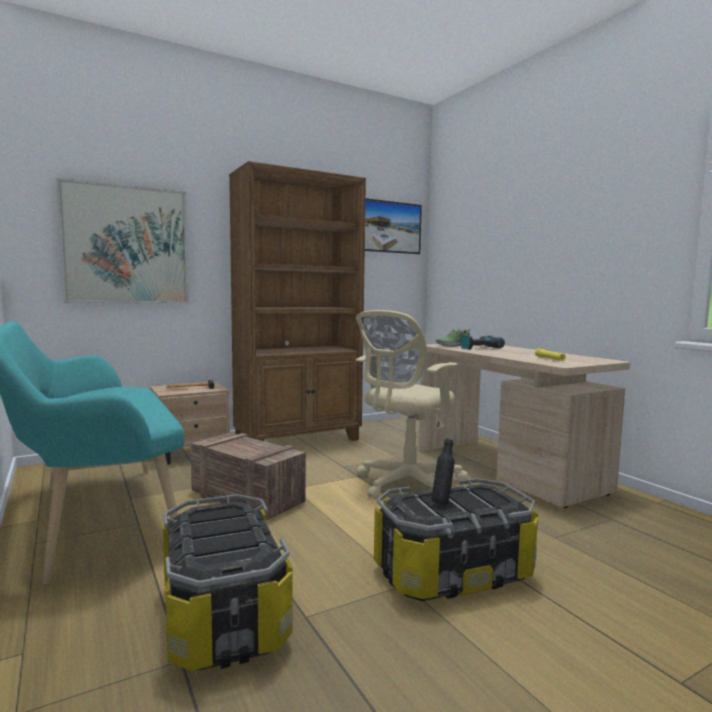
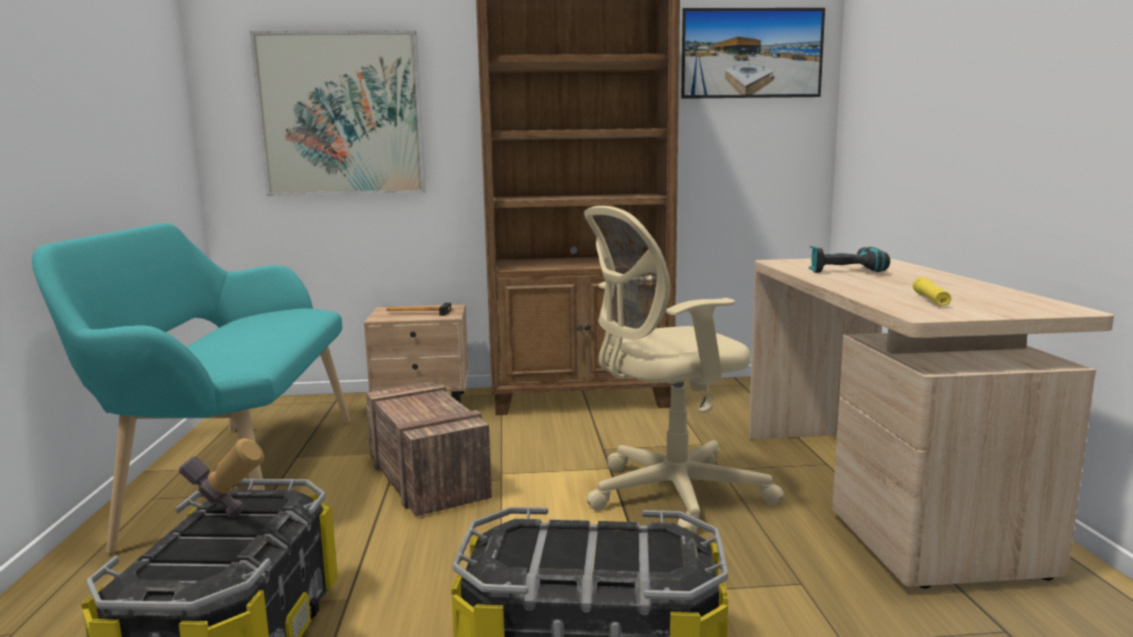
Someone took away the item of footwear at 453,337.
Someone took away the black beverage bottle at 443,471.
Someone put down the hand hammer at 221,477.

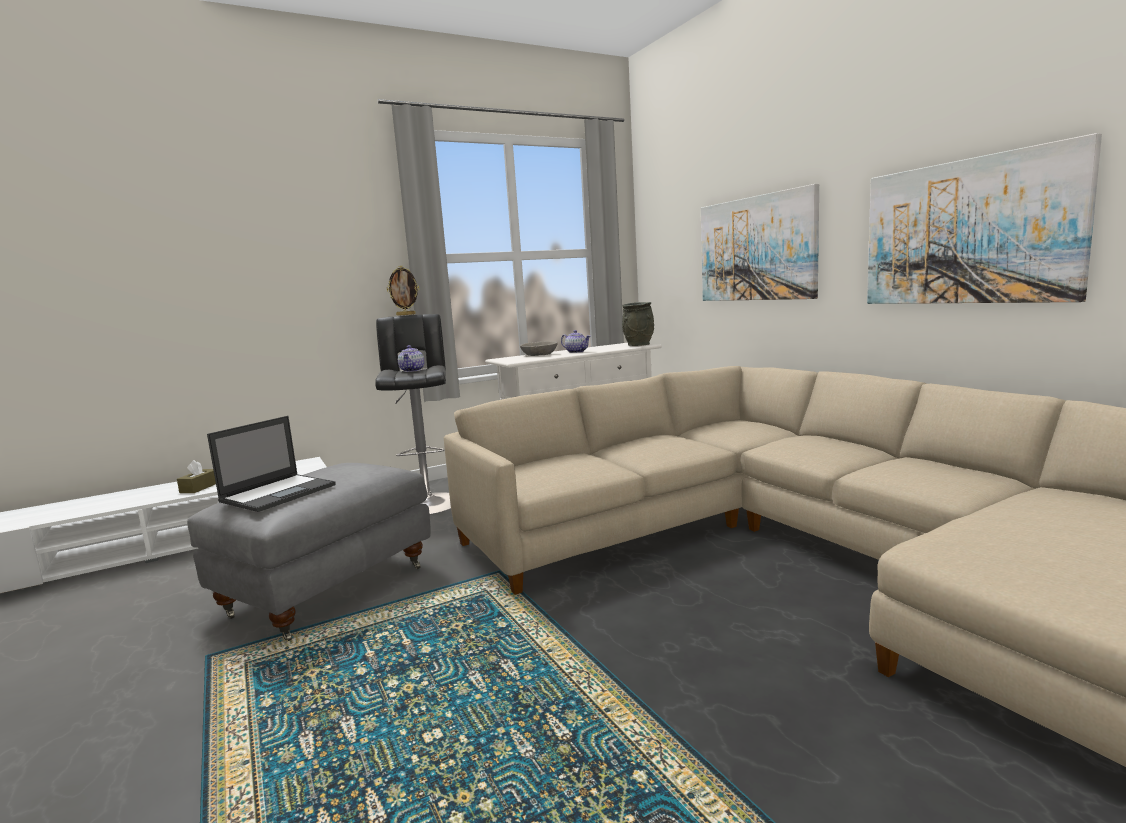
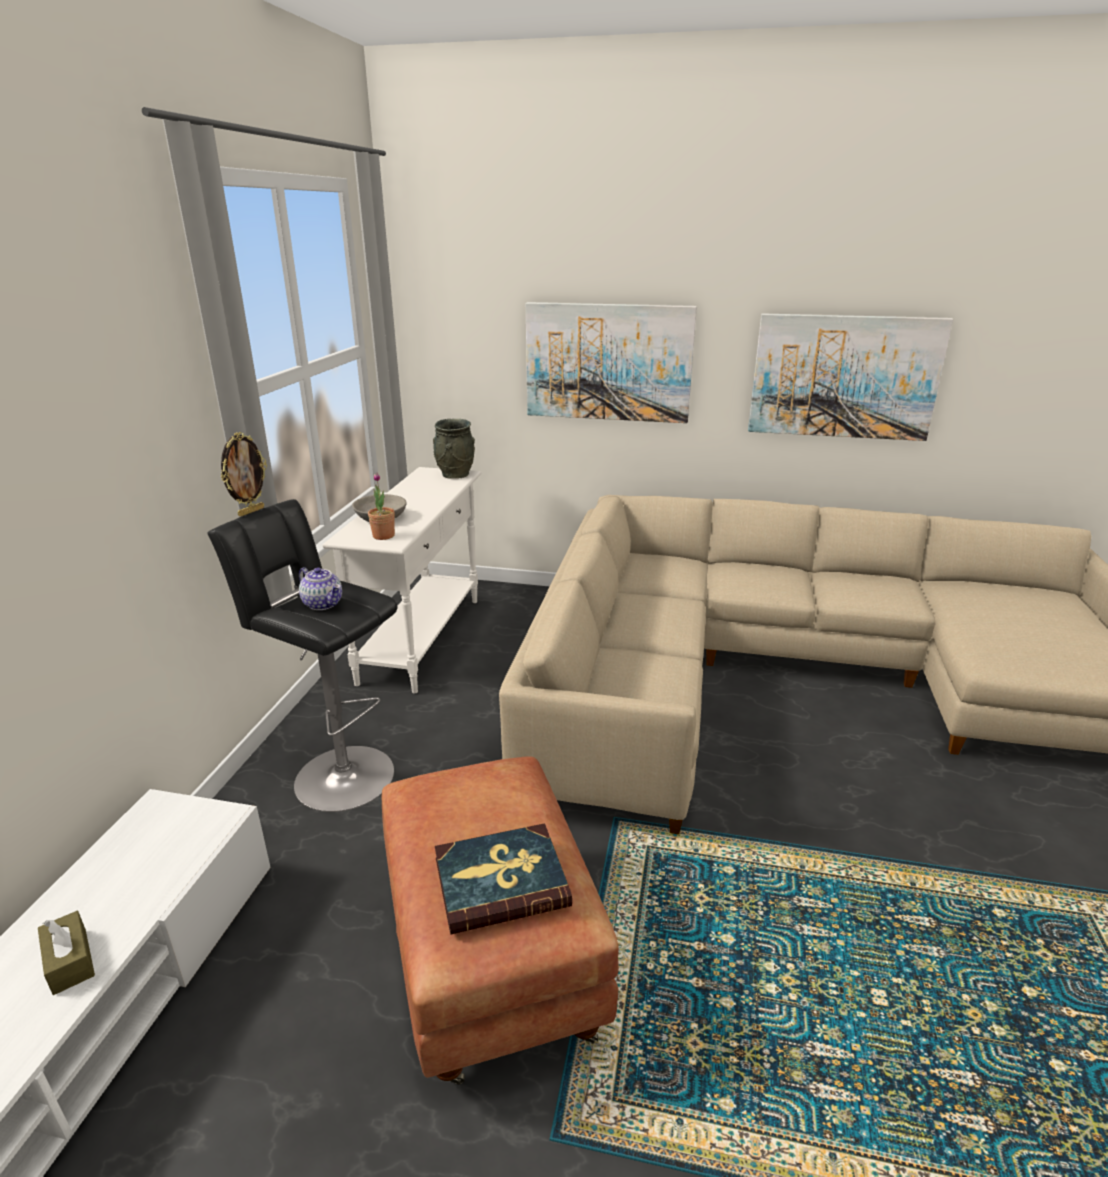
Someone took away the tea pot at 576,341.
Someone swapped the notebook computer at 271,464 for the book at 503,879.
Someone repainted the greyish ottoman at 309,552, which became the brown-coloured ottoman at 500,920.
Someone put down the plant in a pot at 381,506.

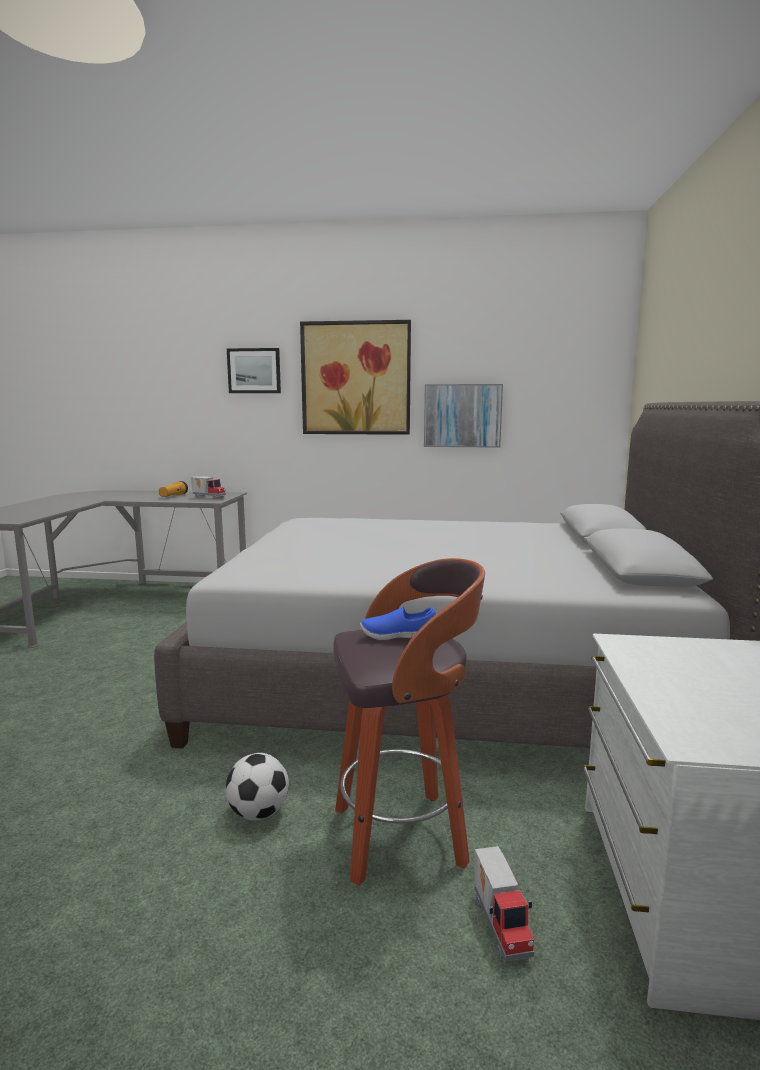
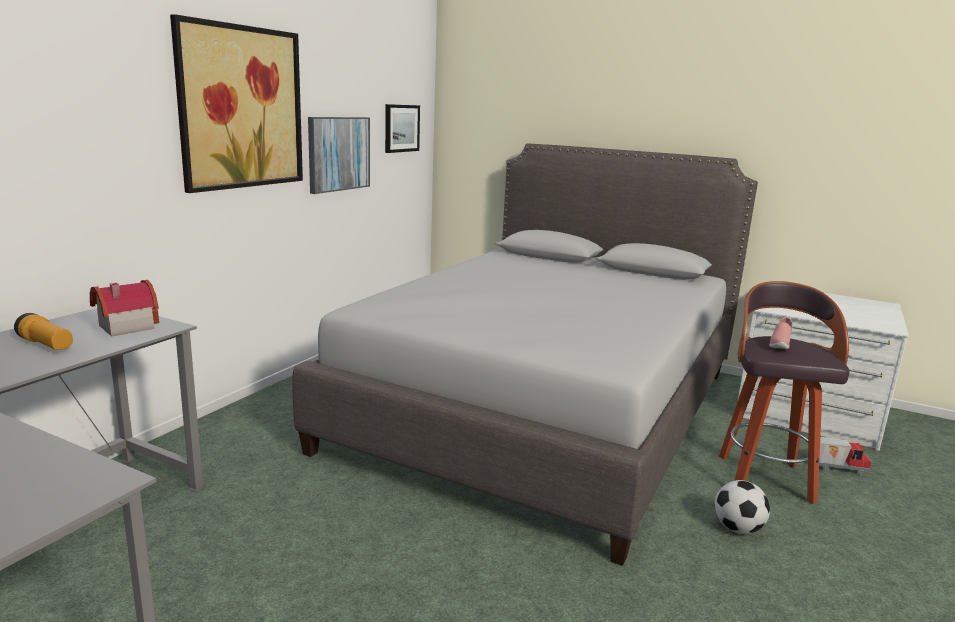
Someone carried the wall picture from 254,370 to 402,128.
Someone swapped the toy lorry at 208,488 for the miniature house at 124,308.
Someone repainted the bluish item of footwear at 398,623, which became the pinkish item of footwear at 781,333.

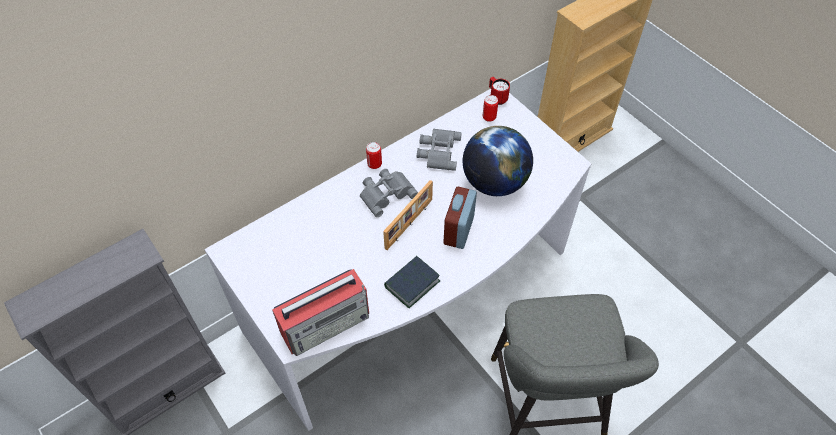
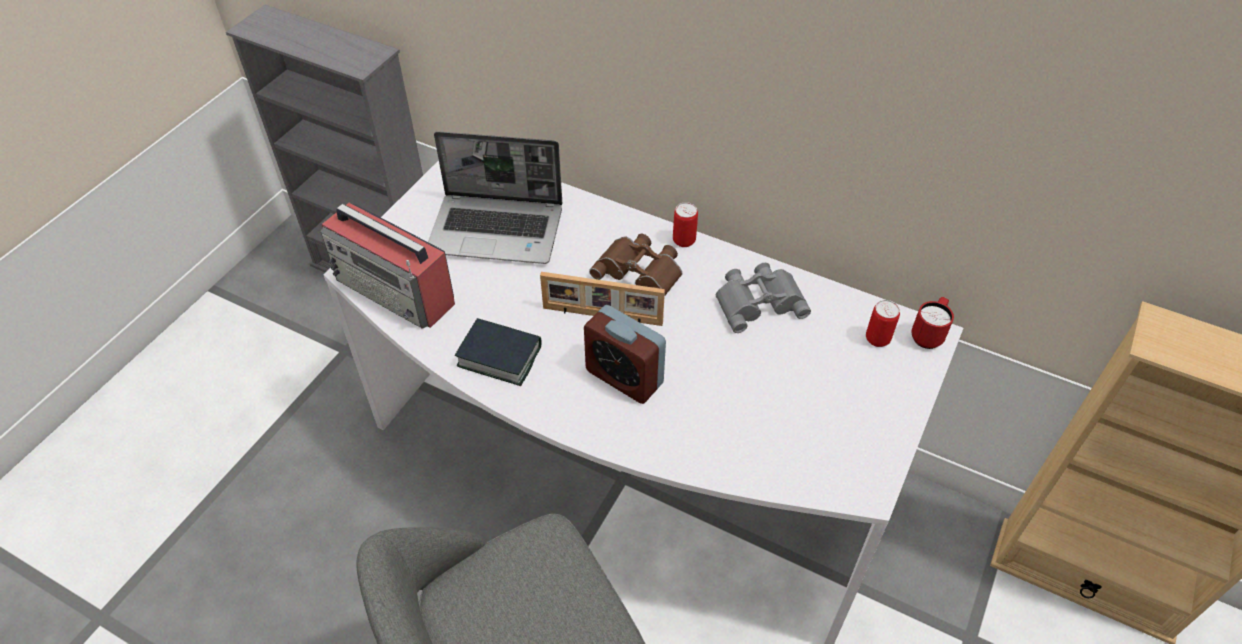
Someone took away the world globe at 498,161.
Someone repainted the greyish pair of binoculars at 389,193, which became the brown-coloured pair of binoculars at 635,265.
Someone rotated the alarm clock at 460,218 by 135 degrees counterclockwise.
Someone put down the notebook computer at 495,197.

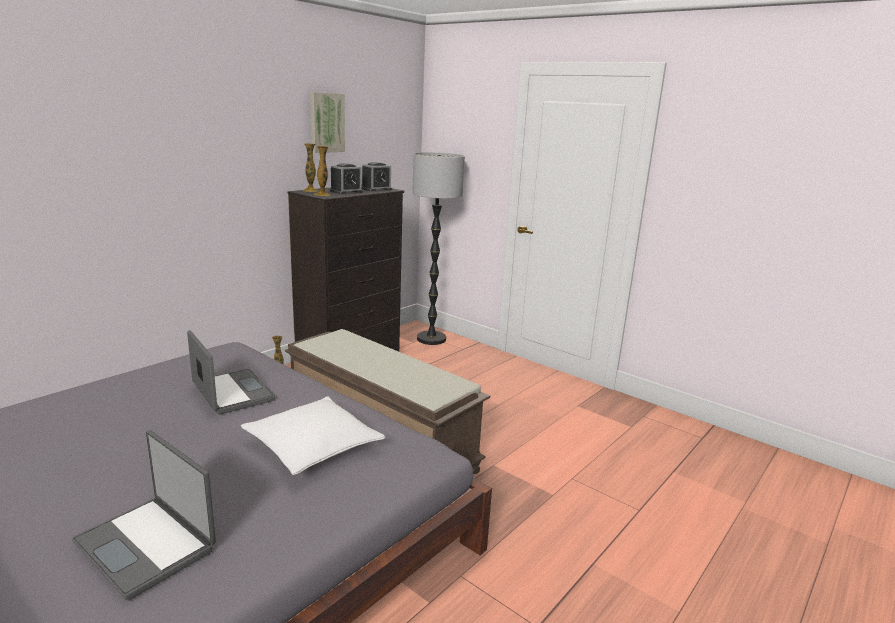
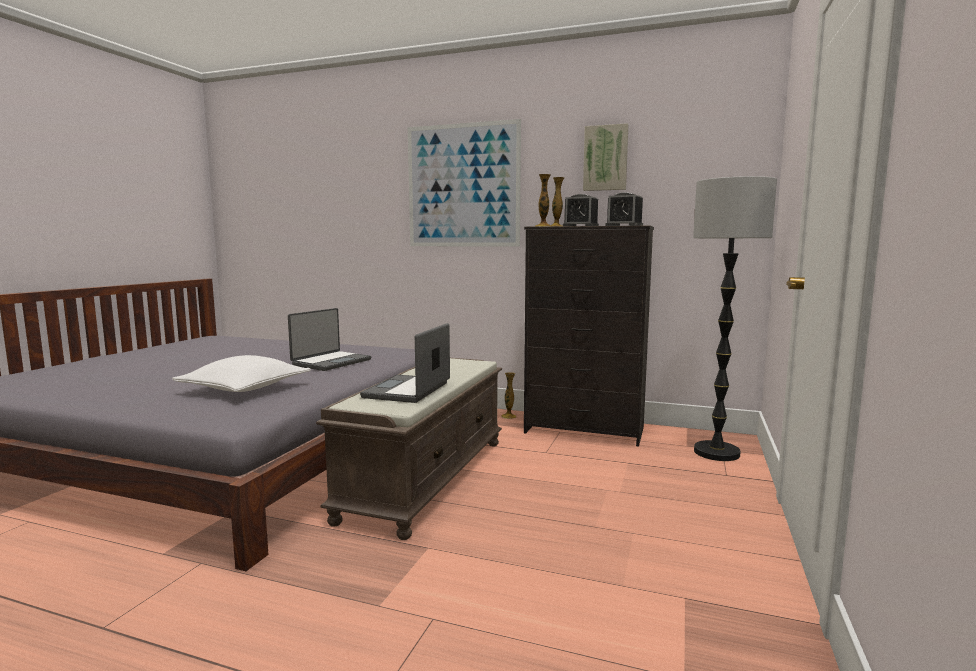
Someone carried the notebook computer from 144,515 to 405,363.
Someone put up the wall picture at 464,183.

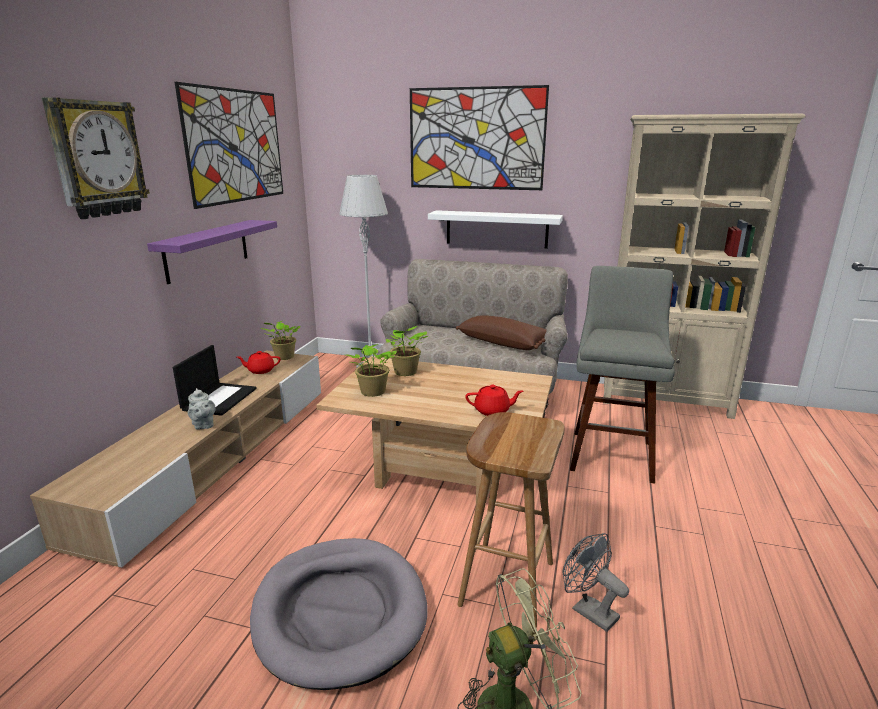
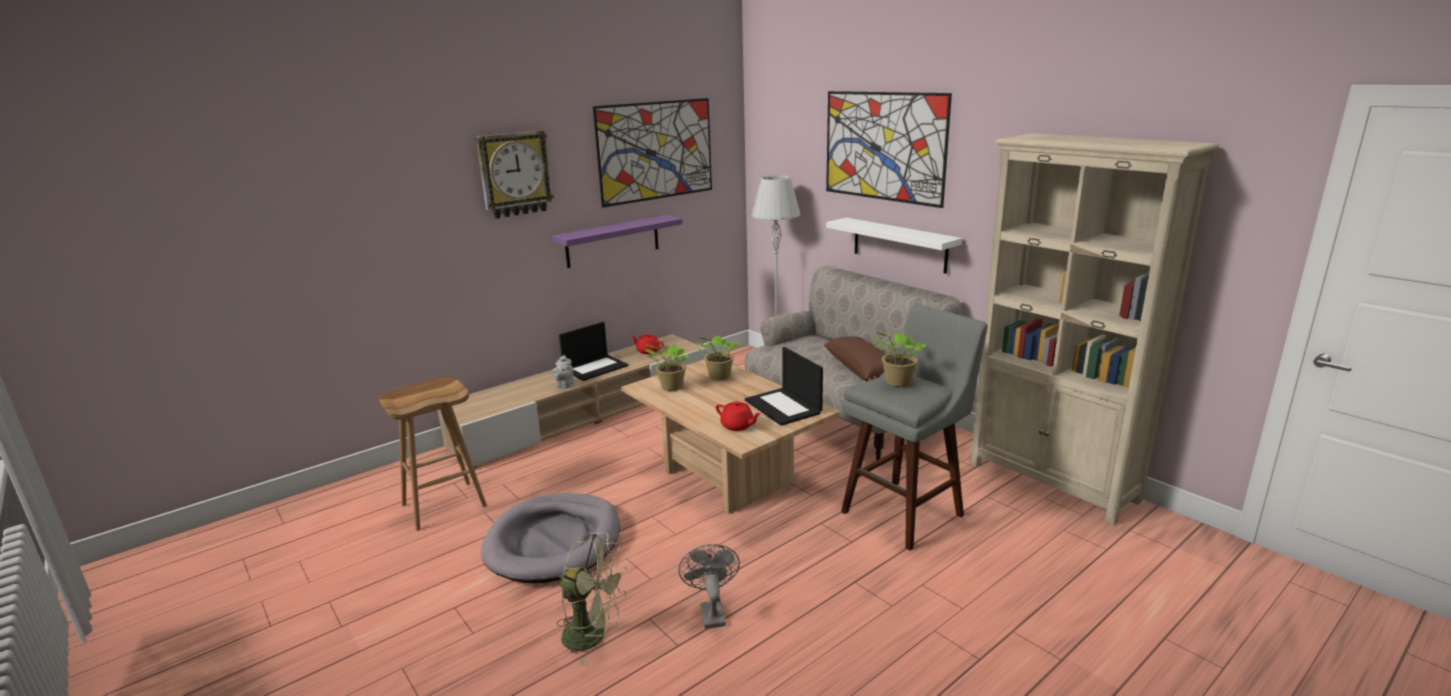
Someone carried the plant in a pot from 280,340 to 898,359.
Someone carried the brown-coloured sitting stool from 511,519 to 433,454.
Someone put down the notebook computer at 784,386.

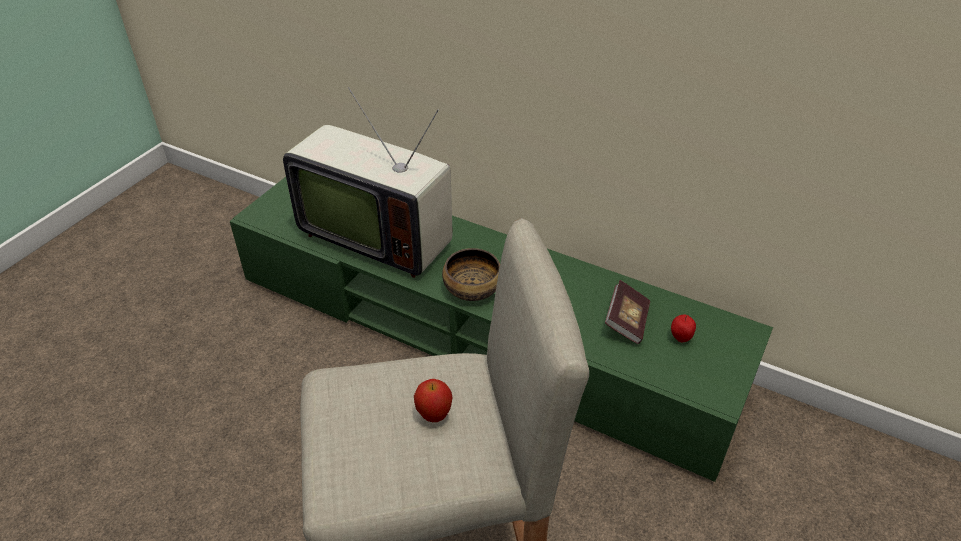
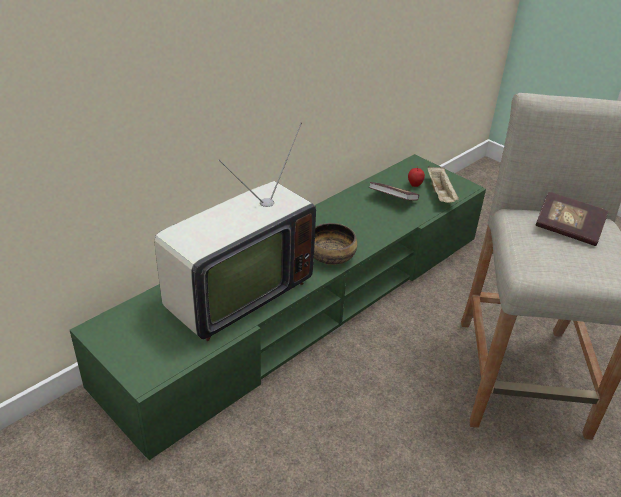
Someone swapped the apple at 433,400 for the book at 572,219.
Someone put down the sand-coloured serving tray at 443,184.

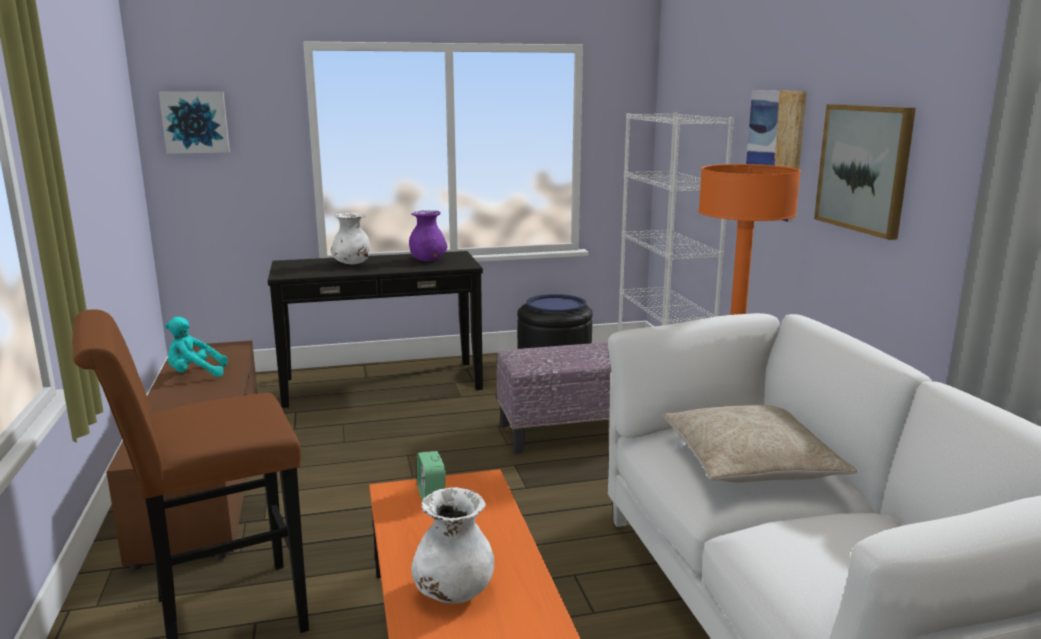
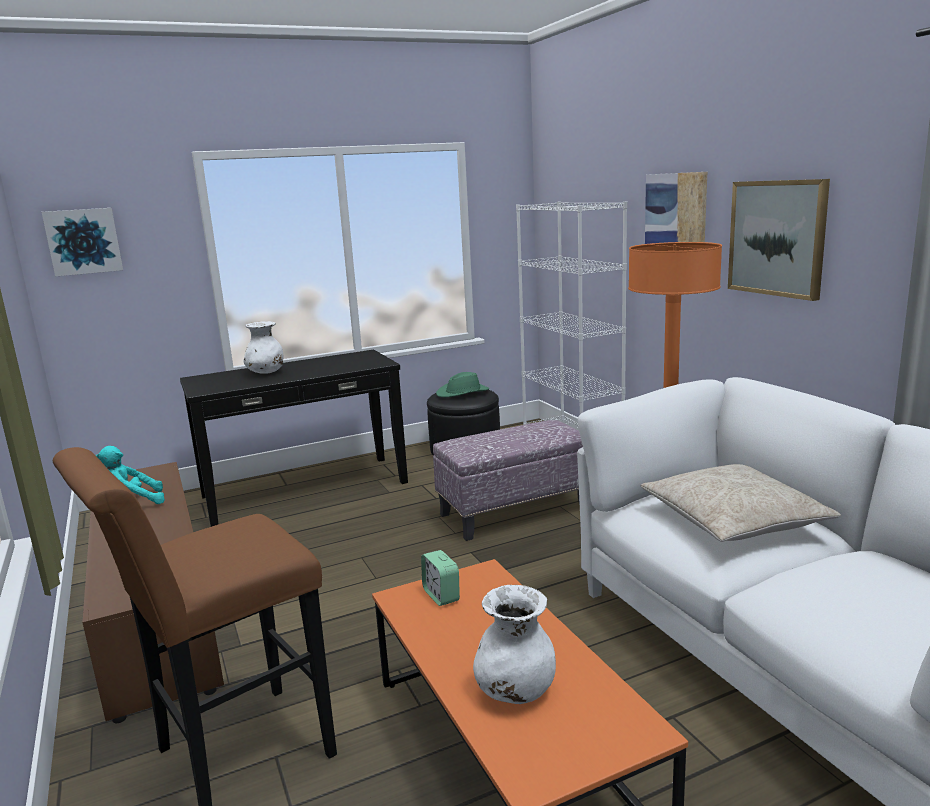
Someone took away the purplish vase at 428,235.
Someone swapped the bluish serving tray at 556,303 for the green hat at 462,384.

